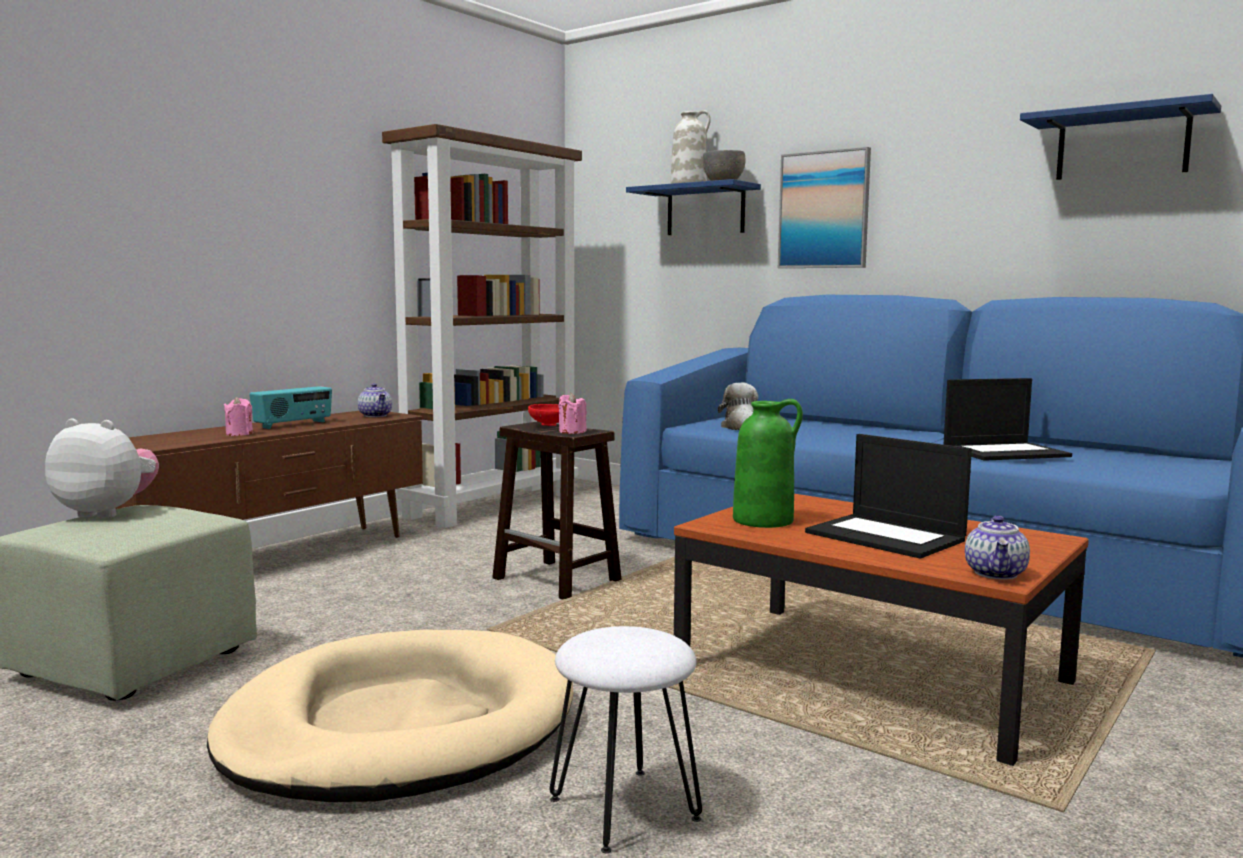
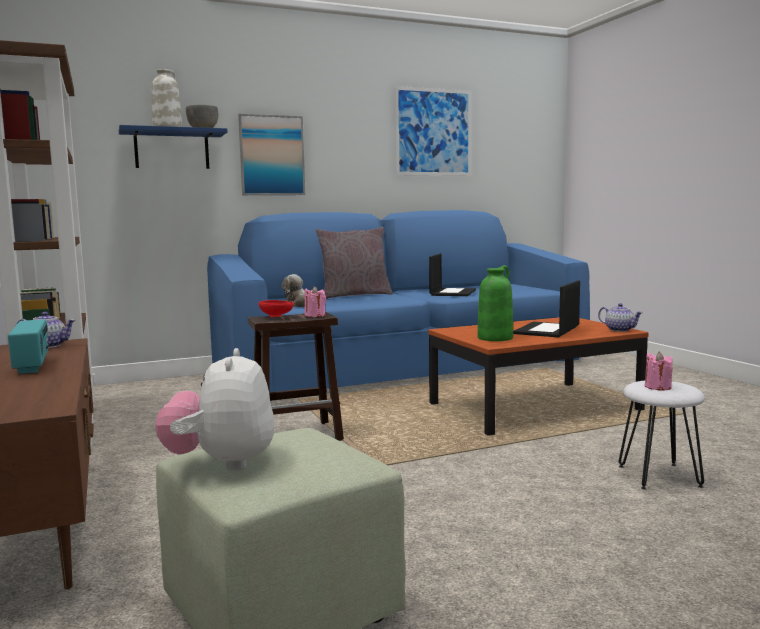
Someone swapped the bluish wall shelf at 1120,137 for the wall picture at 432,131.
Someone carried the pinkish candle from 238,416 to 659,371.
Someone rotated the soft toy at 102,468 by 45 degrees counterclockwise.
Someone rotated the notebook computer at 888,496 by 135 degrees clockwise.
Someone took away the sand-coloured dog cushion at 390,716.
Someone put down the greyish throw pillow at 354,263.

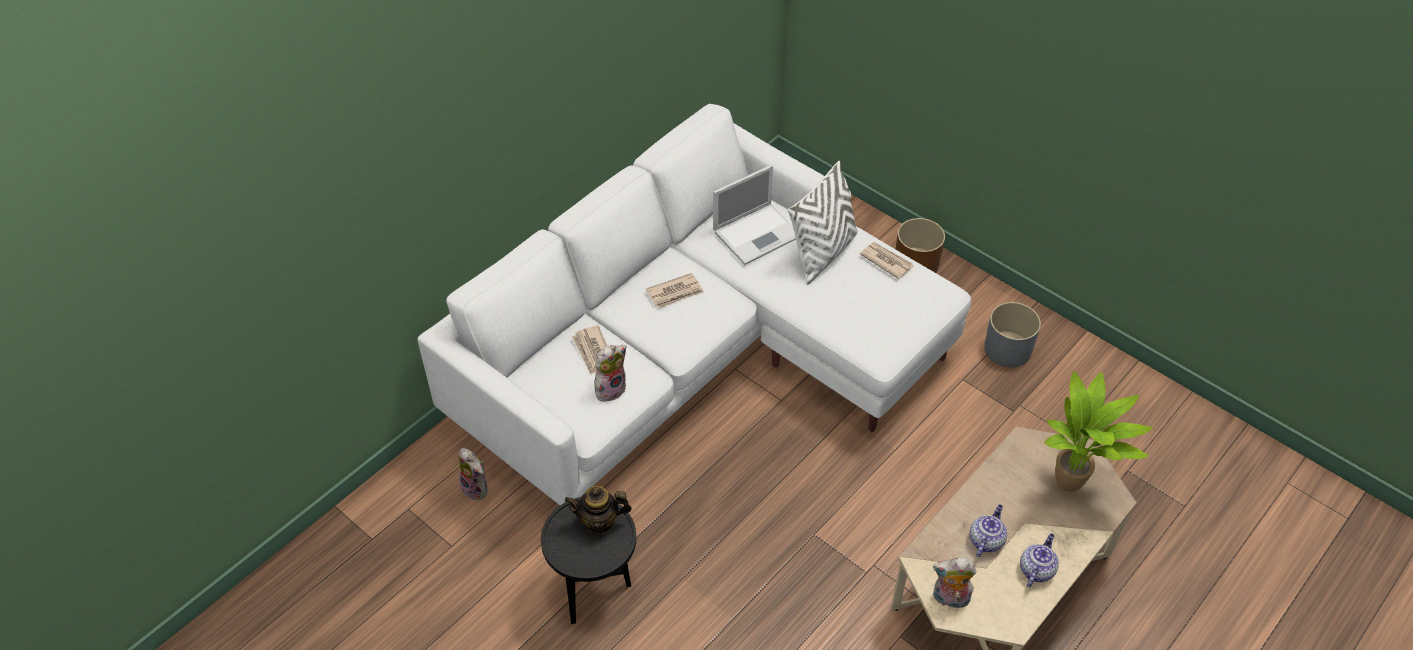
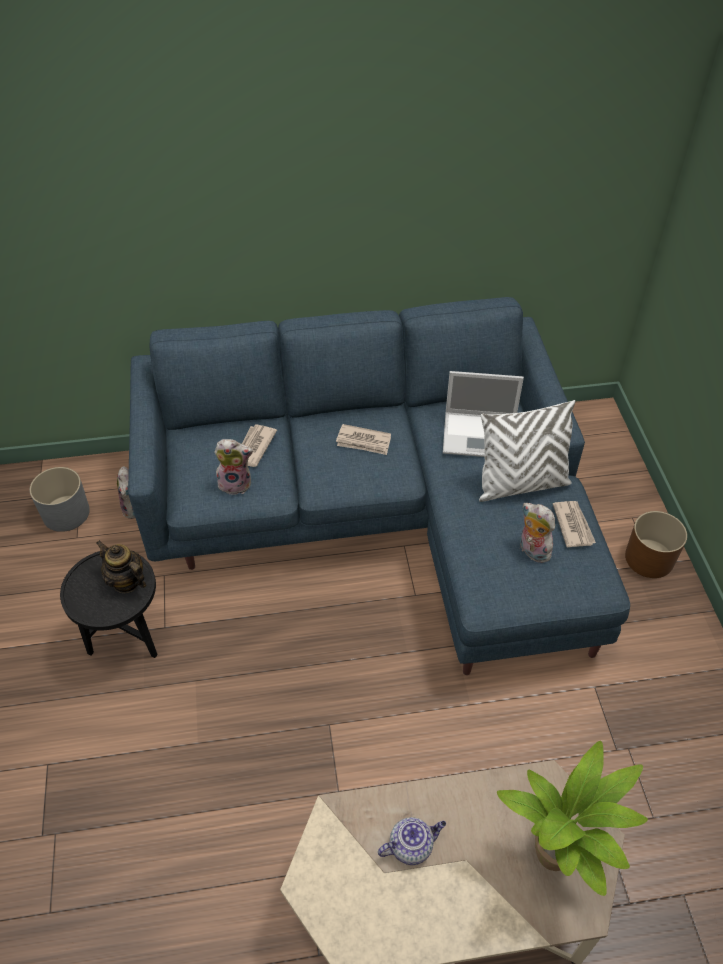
Someone repainted the white-coloured settee at 694,304, which became the bluish settee at 379,486.
Someone carried the greyish flower pot from 1012,334 to 60,499.
Someone took away the tea pot at 1039,560.
Someone carried the soft toy from 954,583 to 537,533.

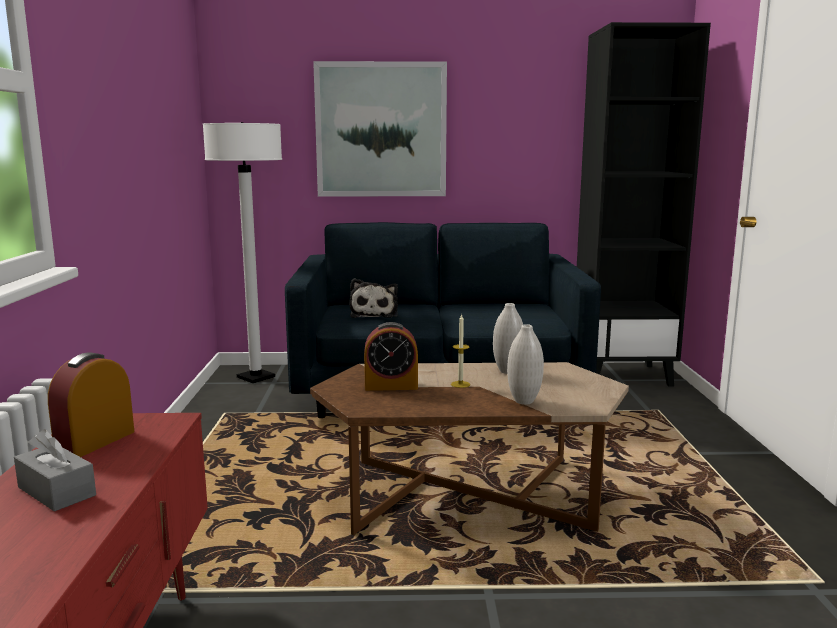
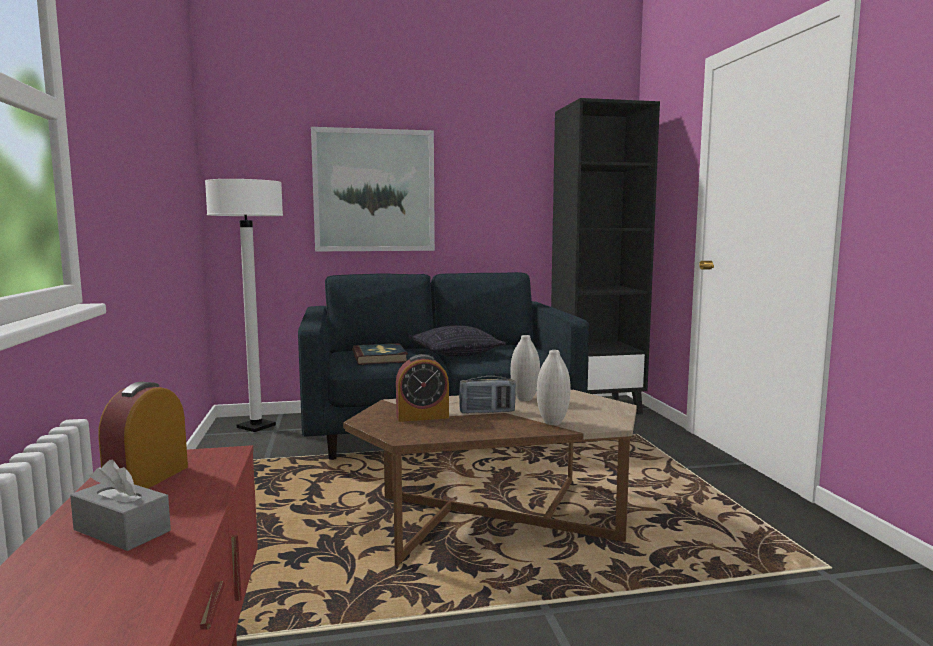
Someone swapped the soft toy at 373,298 for the book at 380,354.
Someone swapped the candle at 460,351 for the radio set at 487,395.
Someone put down the throw pillow at 457,341.

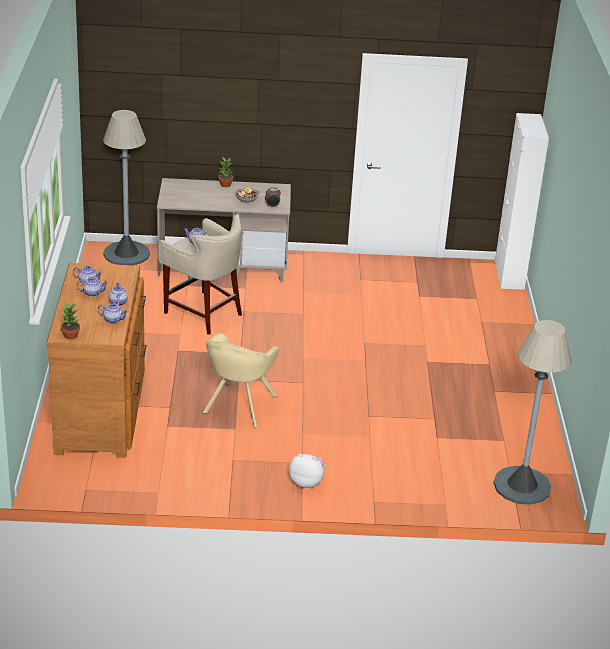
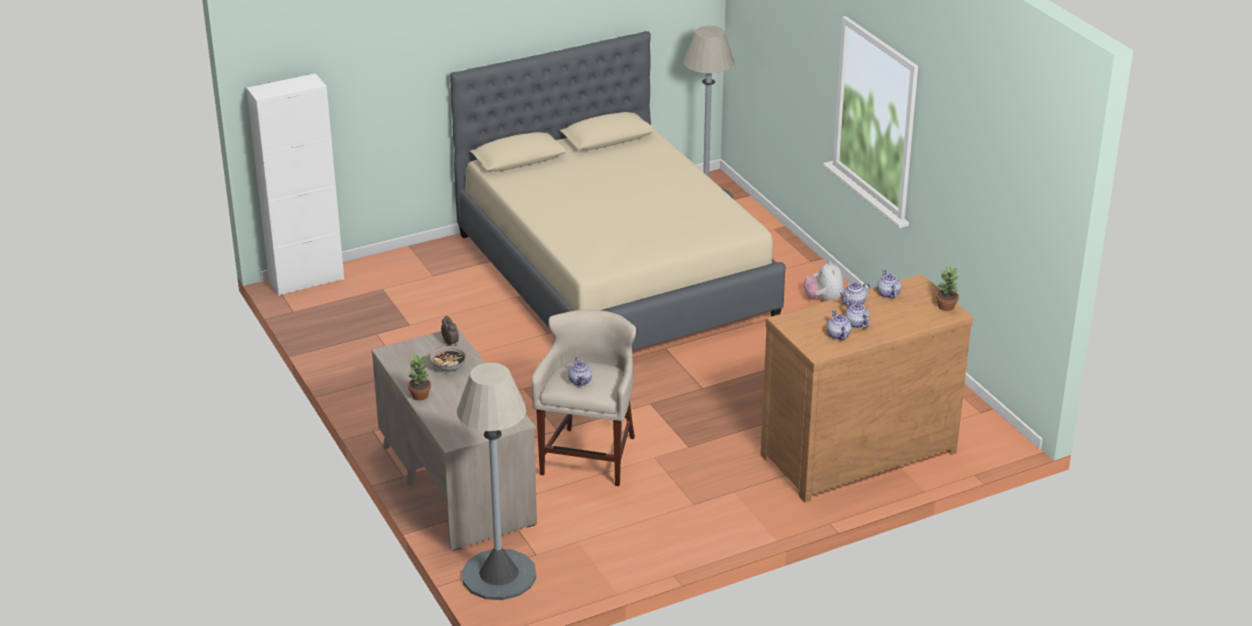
Someone took away the sand-coloured easy chair at 241,380.
Someone put down the sand-coloured bed at 618,190.

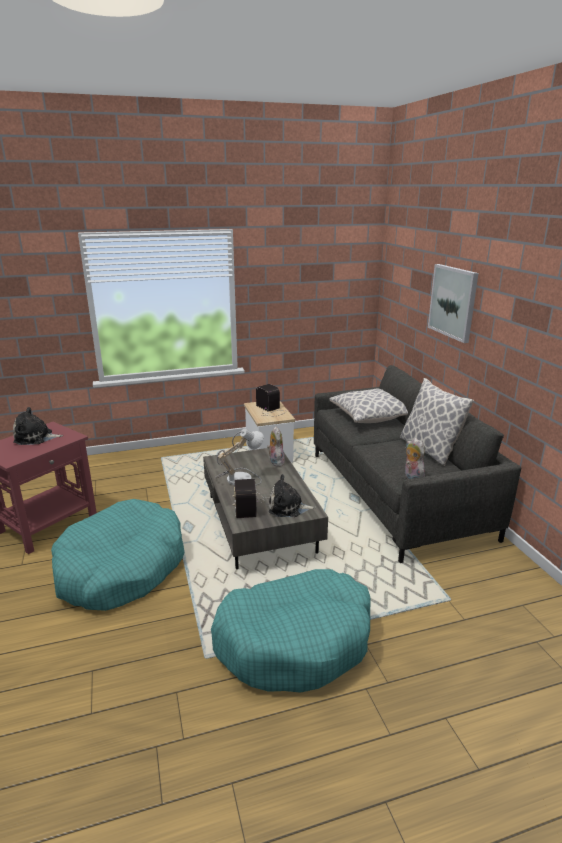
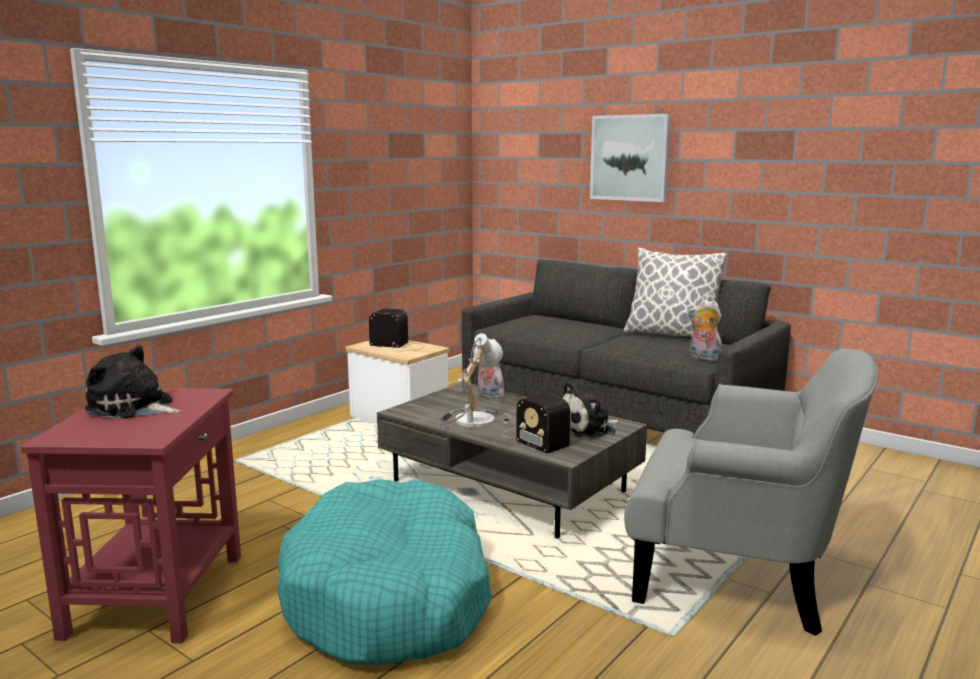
Someone took away the throw pillow at 368,405.
Someone rotated the soft toy at 38,426 by 60 degrees clockwise.
Someone swapped the turquoise-coloured dog cushion at 290,631 for the greyish easy chair at 751,492.

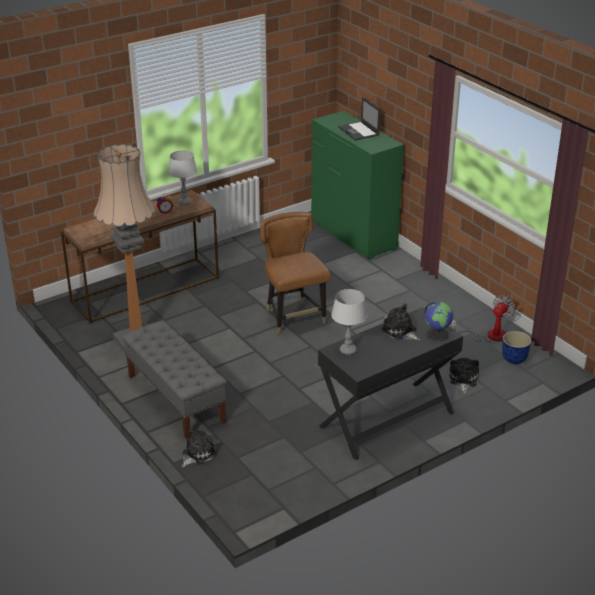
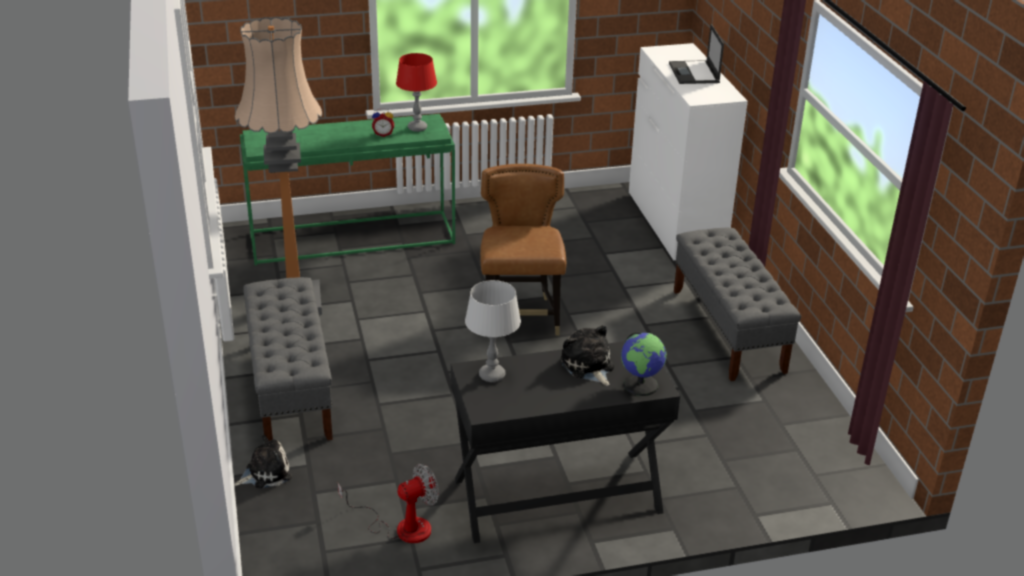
Someone repainted the green dresser at 357,185, which became the white-coloured dresser at 688,152.
Someone repainted the greyish table lamp at 182,178, which became the red table lamp at 416,92.
Someone repainted the brown-coloured narrow table at 140,257, which became the green narrow table at 347,190.
Someone carried the cooling fan from 483,318 to 388,503.
Someone took away the flower pot at 516,347.
Someone took away the soft toy at 464,375.
Someone put down the greyish bench at 737,304.

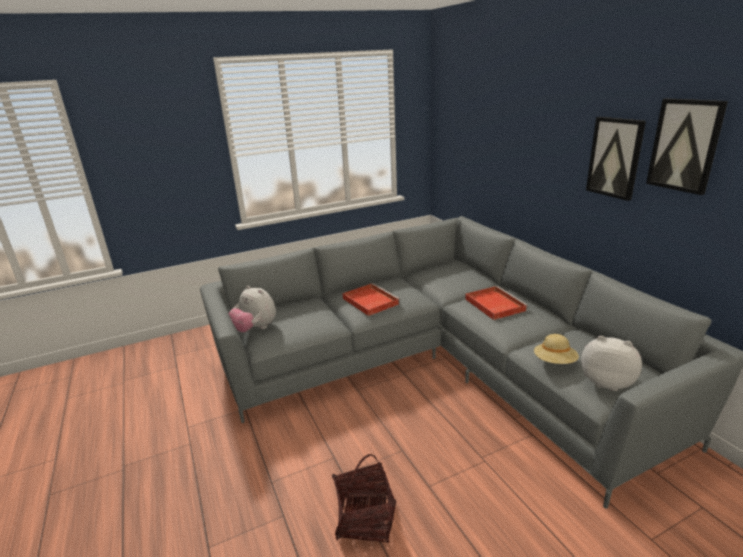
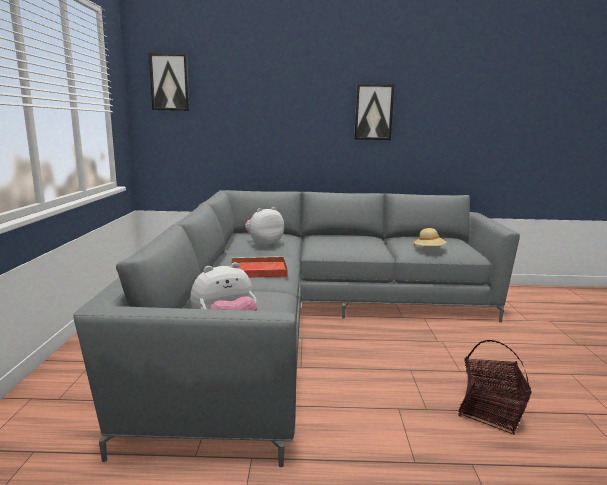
Someone carried the wall picture from 687,146 to 169,82.
Someone took away the red serving tray at 496,303.
Someone carried the soft toy from 611,363 to 264,227.

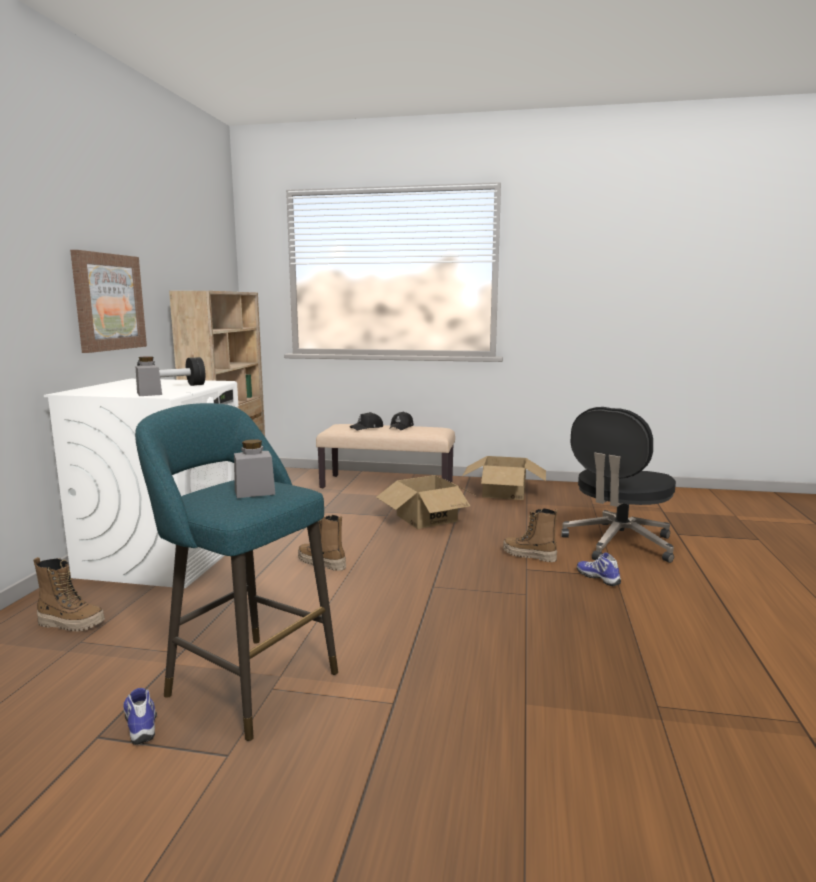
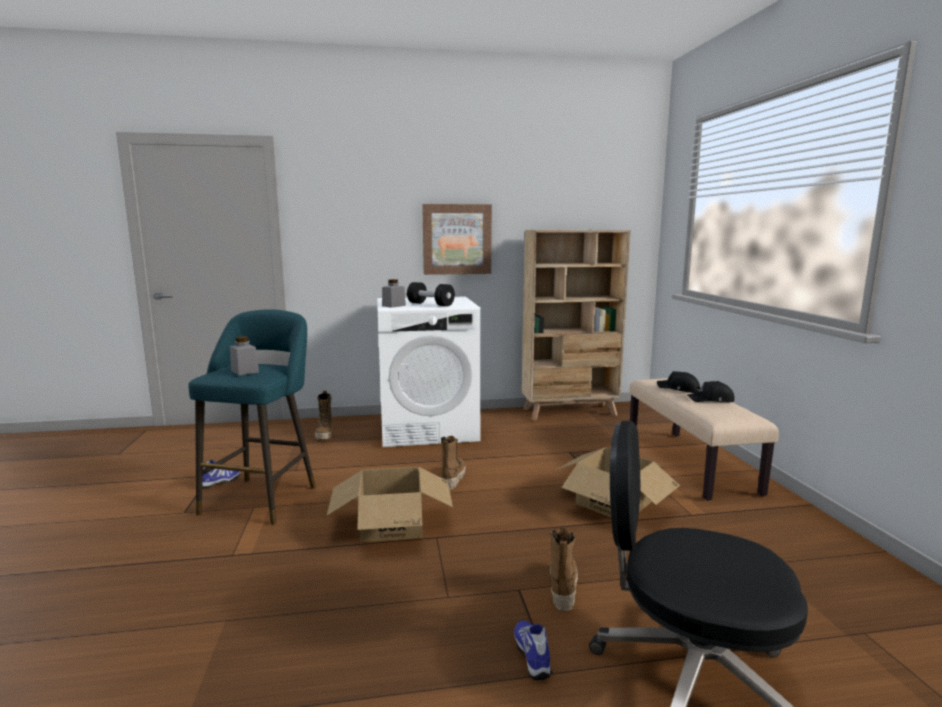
Someone carried the carton from 504,478 to 390,504.
Someone rotated the item of footwear at 599,569 by 45 degrees counterclockwise.

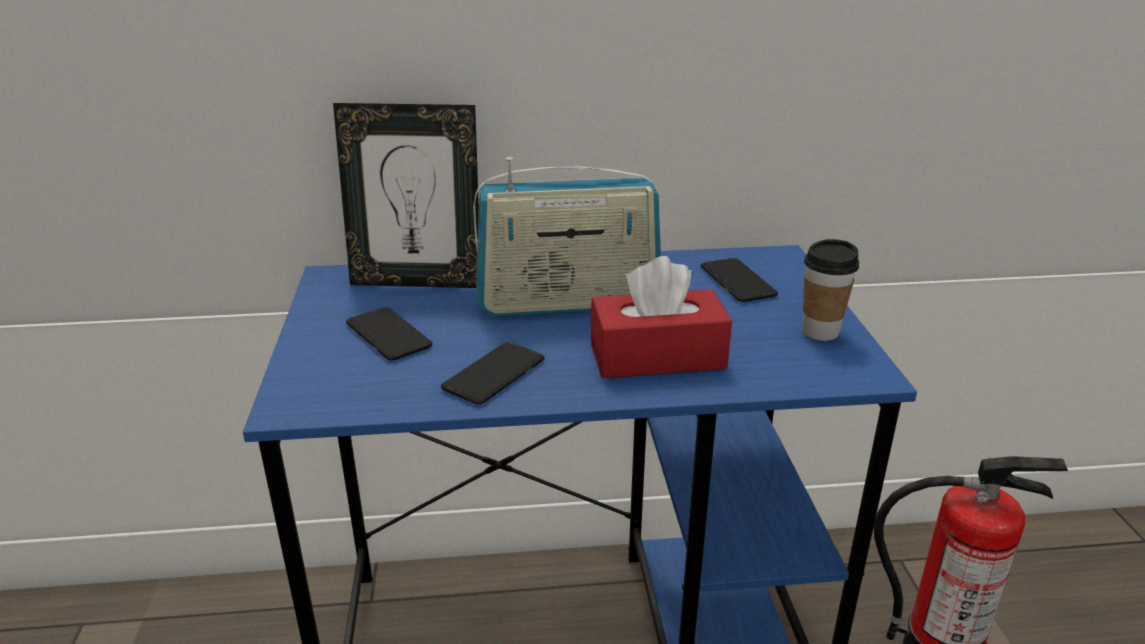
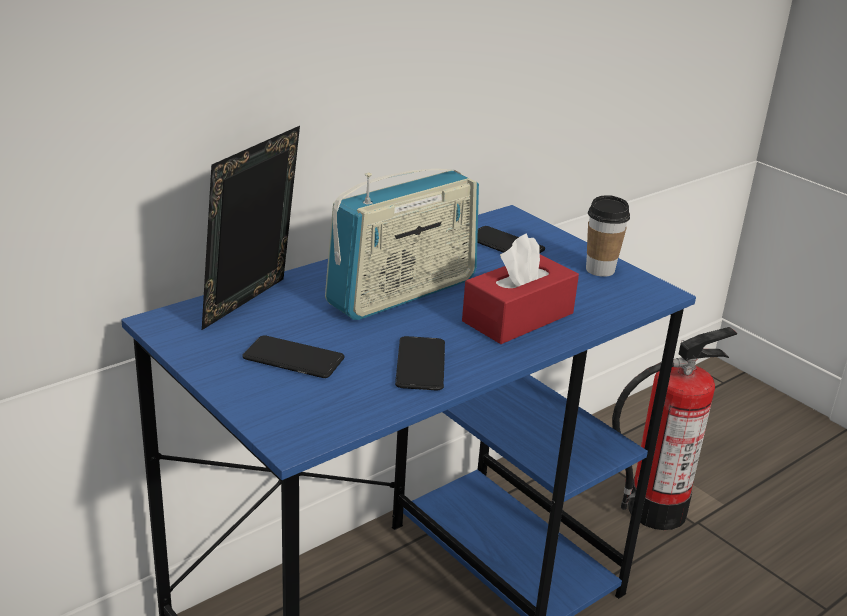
Someone rotated the standing frame at 406,195 by 150 degrees clockwise.

